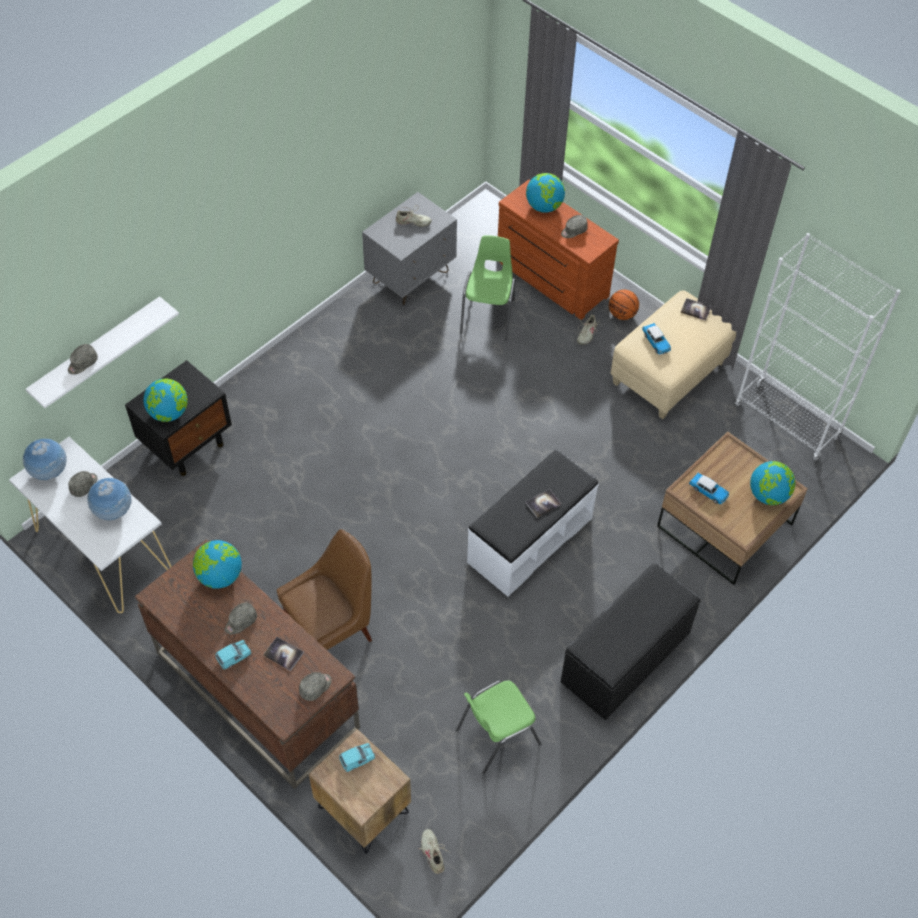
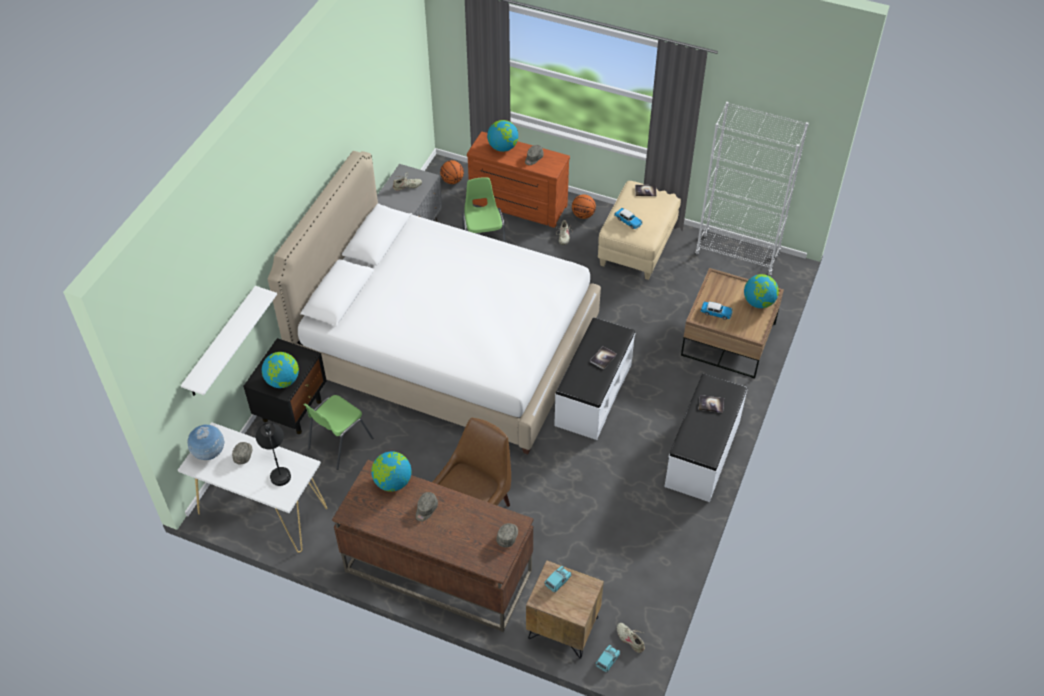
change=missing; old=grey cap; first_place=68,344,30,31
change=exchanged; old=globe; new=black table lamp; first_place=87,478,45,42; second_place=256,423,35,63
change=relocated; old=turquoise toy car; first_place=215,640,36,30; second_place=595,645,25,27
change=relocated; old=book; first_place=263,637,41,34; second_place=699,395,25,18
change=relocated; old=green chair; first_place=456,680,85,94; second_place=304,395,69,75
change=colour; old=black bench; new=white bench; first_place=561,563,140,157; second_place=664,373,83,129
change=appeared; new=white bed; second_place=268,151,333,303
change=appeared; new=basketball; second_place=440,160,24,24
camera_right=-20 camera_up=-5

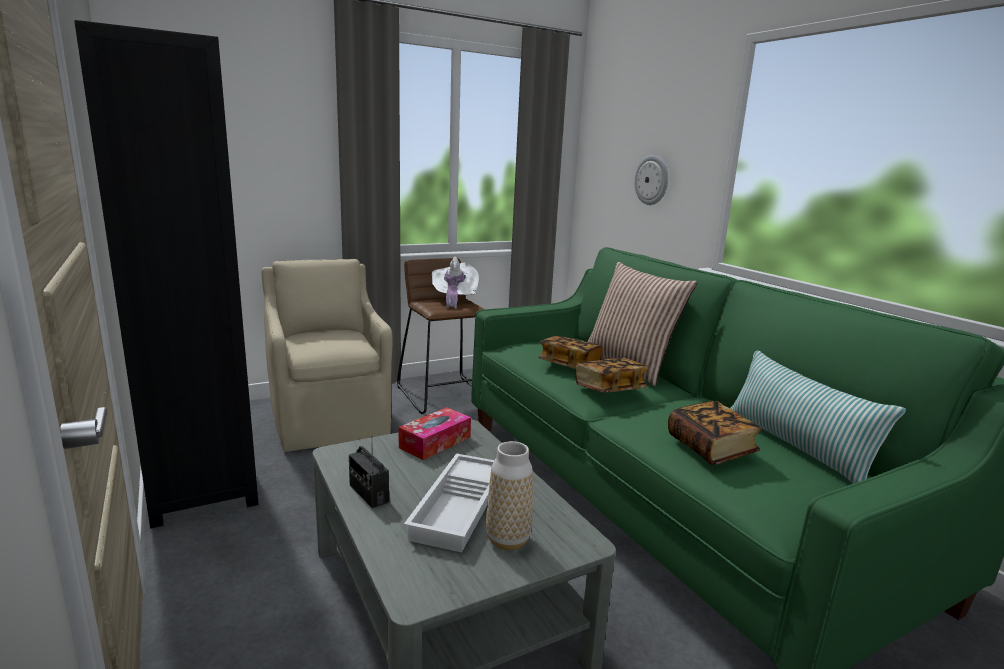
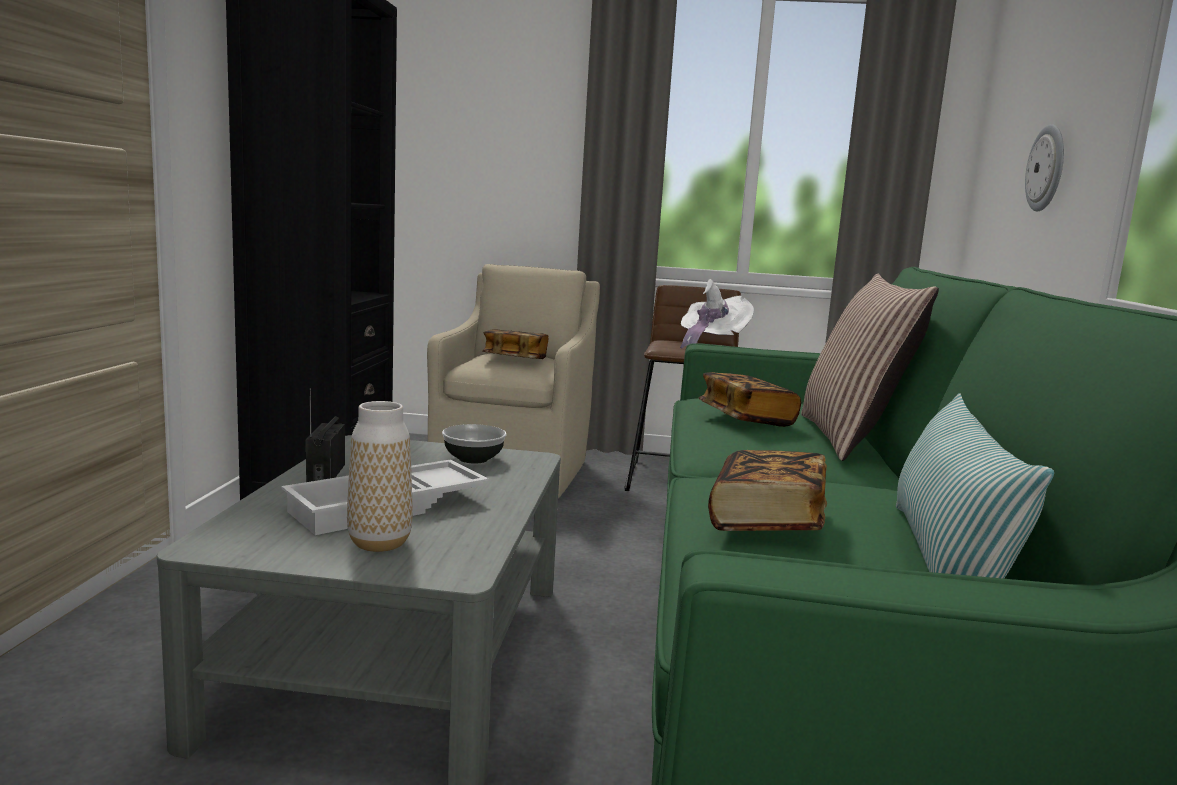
change=exchanged; old=tissue box; new=bowl; first_place=399,407,72,53; second_place=442,424,65,40
change=relocated; old=book; first_place=575,357,74,36; second_place=482,329,66,30
camera_right=35 camera_up=-5

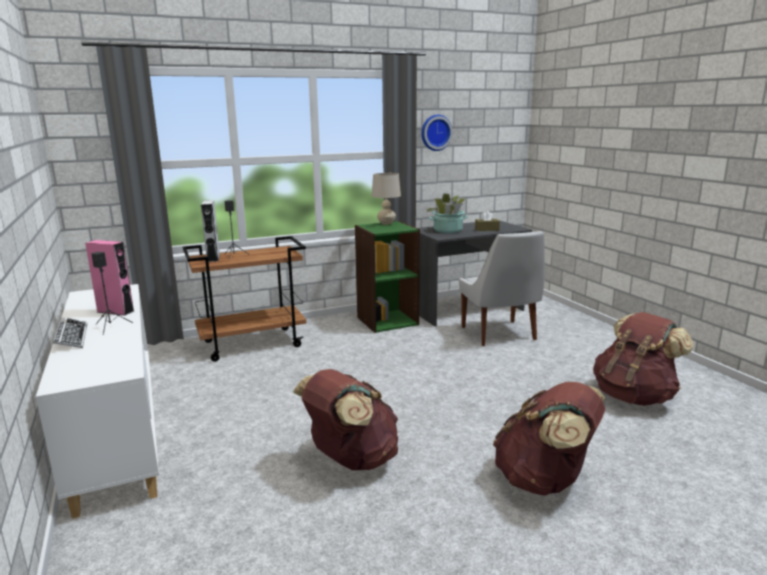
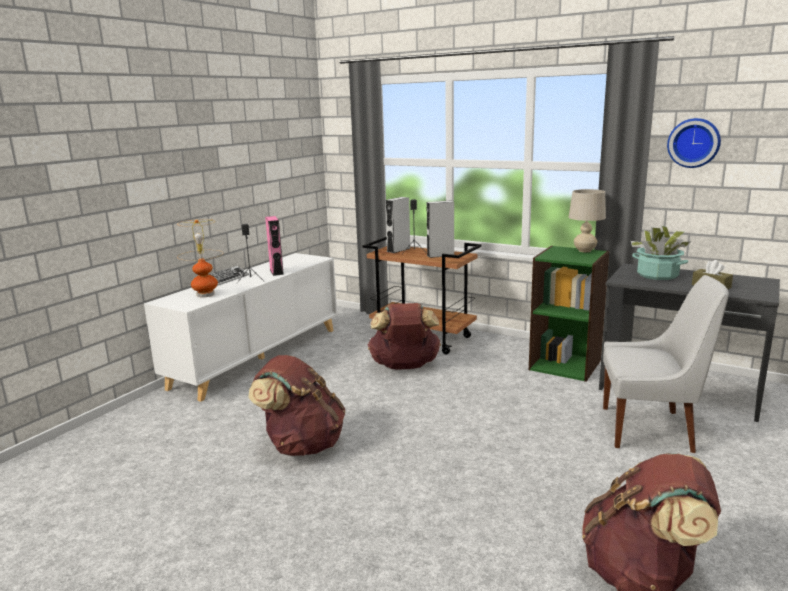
change=spun; old=white chair; first_place=459,231,86,115; second_place=603,275,126,178; degrees=-120
change=relocated; old=brown backpack; first_place=493,382,113,114; second_place=368,303,73,67
change=appeared; new=table lamp; second_place=177,219,46,79
change=appeared; new=grey speaker; second_place=426,200,28,58
camera_right=55 camera_up=0

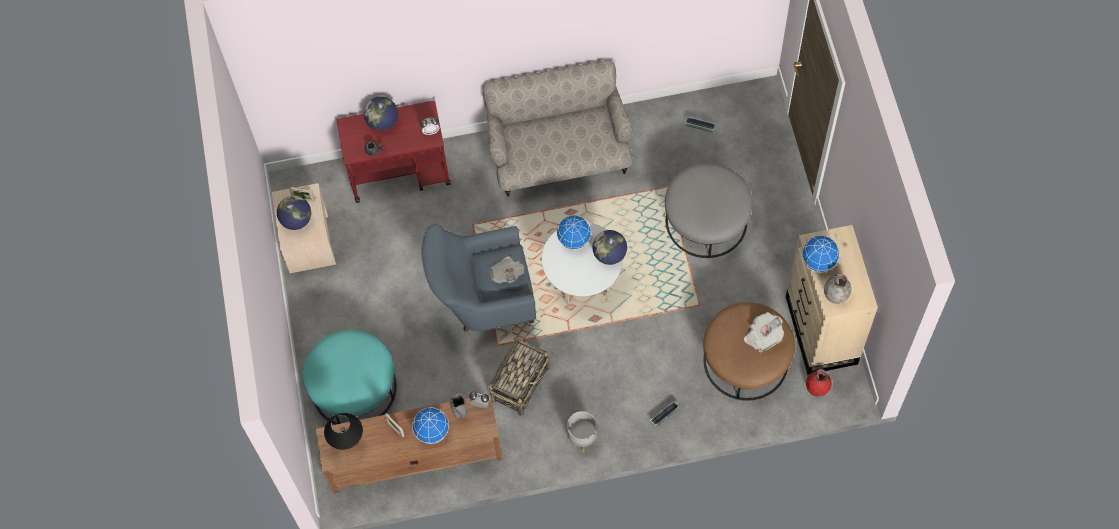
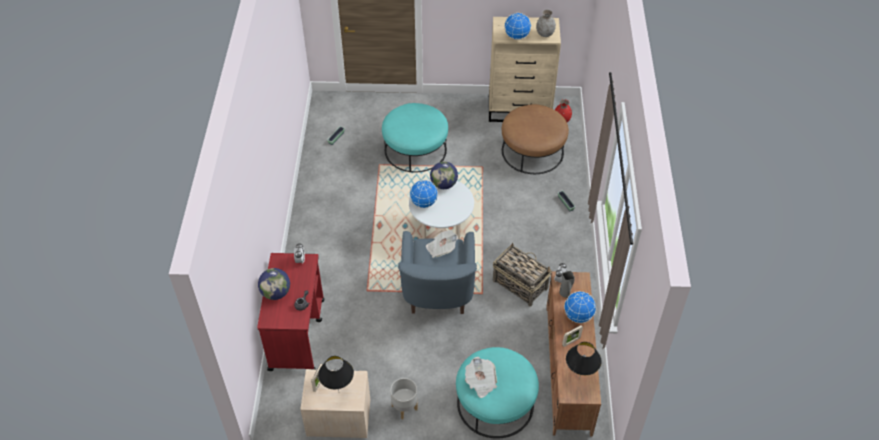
change=exchanged; old=globe; new=black table lamp; first_place=277,196,34,34; second_place=318,356,36,35
change=missing; old=beige sofa; first_place=482,60,151,137
change=relocated; old=grey planter; first_place=567,411,30,42; second_place=390,378,28,41
change=colour; old=grey ottoman; new=turquoise ottoman; first_place=665,163,87,95; second_place=382,103,66,70
change=relocated; old=newspaper; first_place=744,312,40,40; second_place=465,357,32,41
camera_right=-80 camera_up=-15

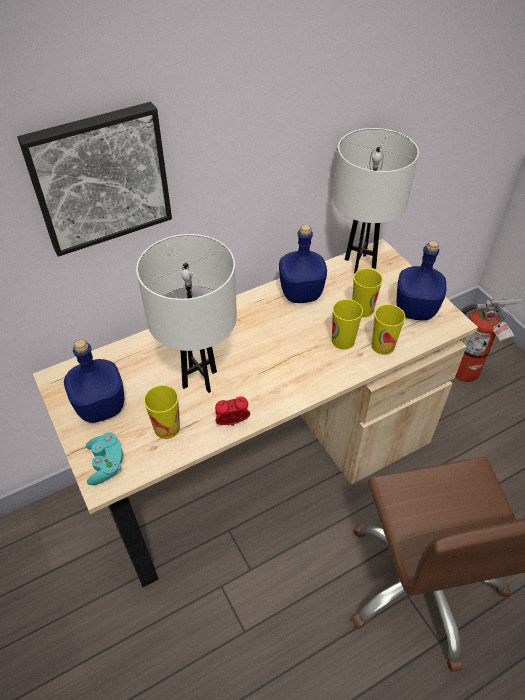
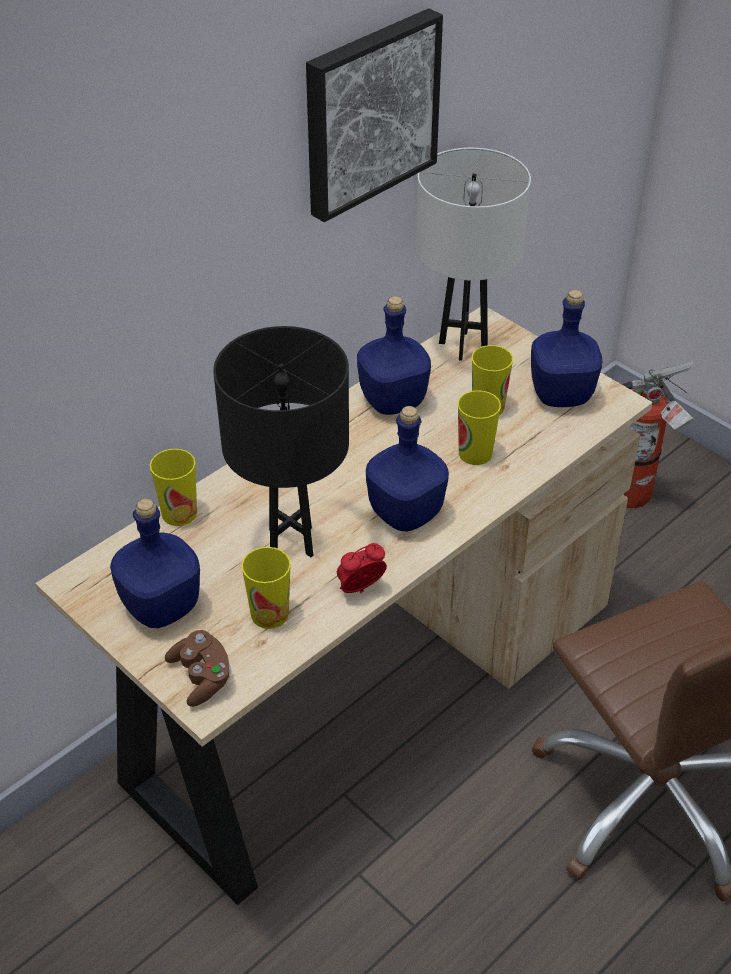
change=relocated; old=picture; first_place=17,102,155,155; second_place=306,8,137,214
change=colour; old=turquoise game controller; new=brown game controller; first_place=86,432,37,53; second_place=165,630,66,77
change=colour; old=white table lamp; new=black table lamp; first_place=136,234,101,159; second_place=213,326,136,231
change=relocated; old=cup; first_place=372,304,33,51; second_place=150,449,47,77
change=appeared; new=blue bottle; second_place=366,406,83,125
camera_right=-15 camera_up=-5

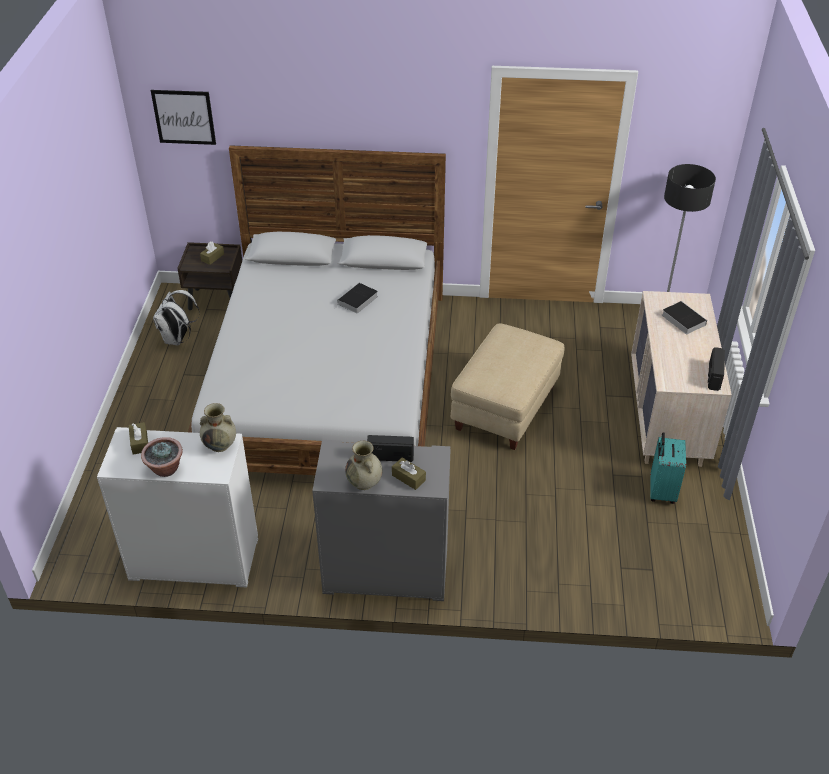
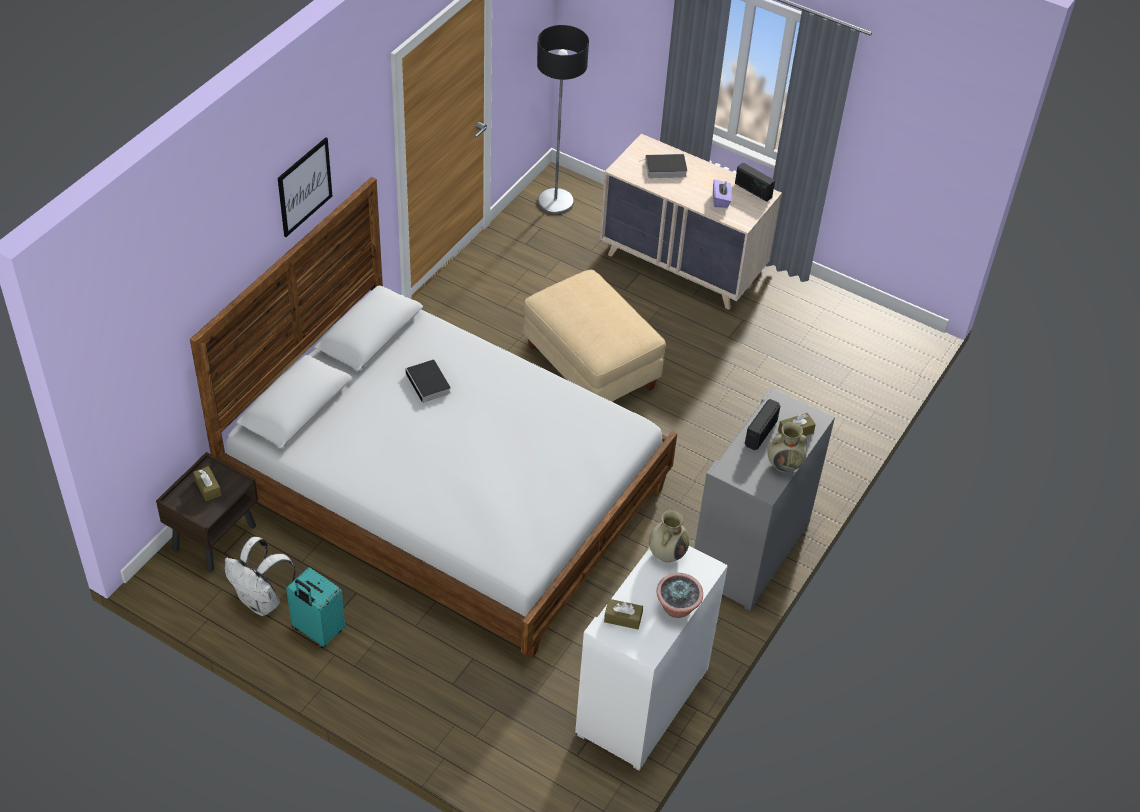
change=relocated; old=picture; first_place=151,90,65,55; second_place=278,137,54,100
change=relocated; old=turquoise suitcase; first_place=650,432,36,72; second_place=286,567,59,81
change=appeared; new=purple tissue box; second_place=713,179,19,29
camera_right=-65 camera_up=5

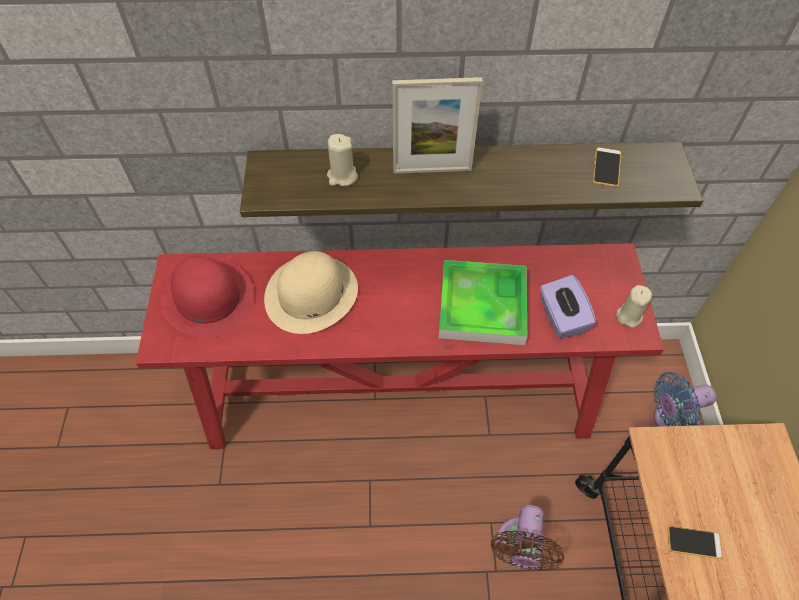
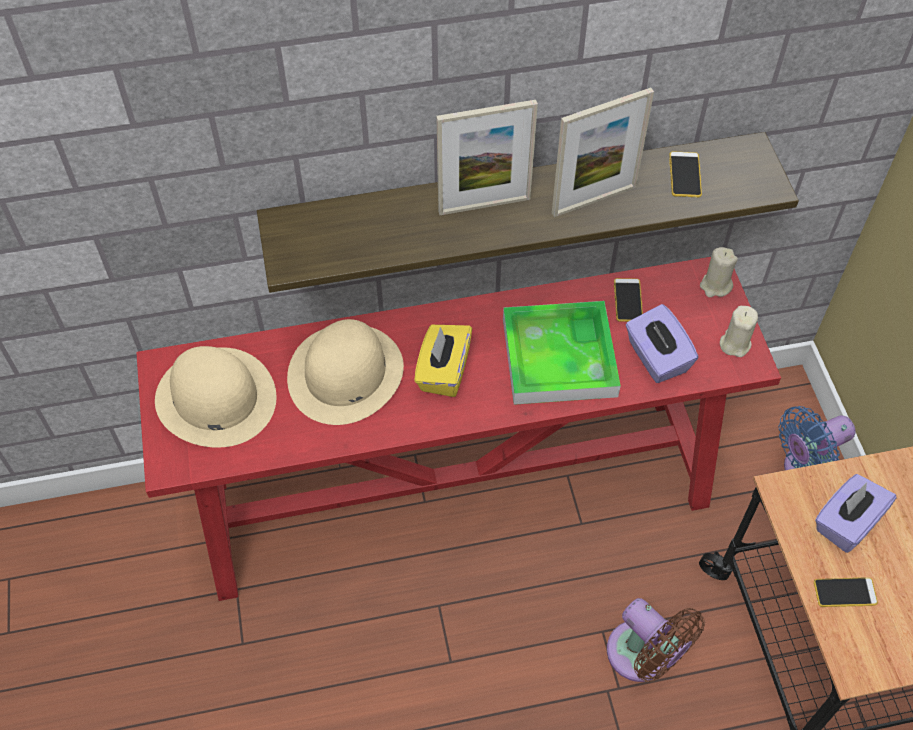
change=colour; old=red hat; new=beige hat; first_place=160,256,95,82; second_place=155,346,121,102
change=relocated; old=beige candle; first_place=327,134,31,52; second_place=700,247,38,50
change=spun; old=brown fan; first_place=491,505,73,66; second_place=607,598,98,84; degrees=-45
change=appeared; new=yellow tissue box; second_place=414,325,58,72
change=appeared; new=picture frame; second_place=552,88,102,129
change=appeared; new=phone; second_place=614,278,29,44
change=appeared; new=purple tissue box; second_place=815,474,81,79
camera_right=-10 camera_up=0

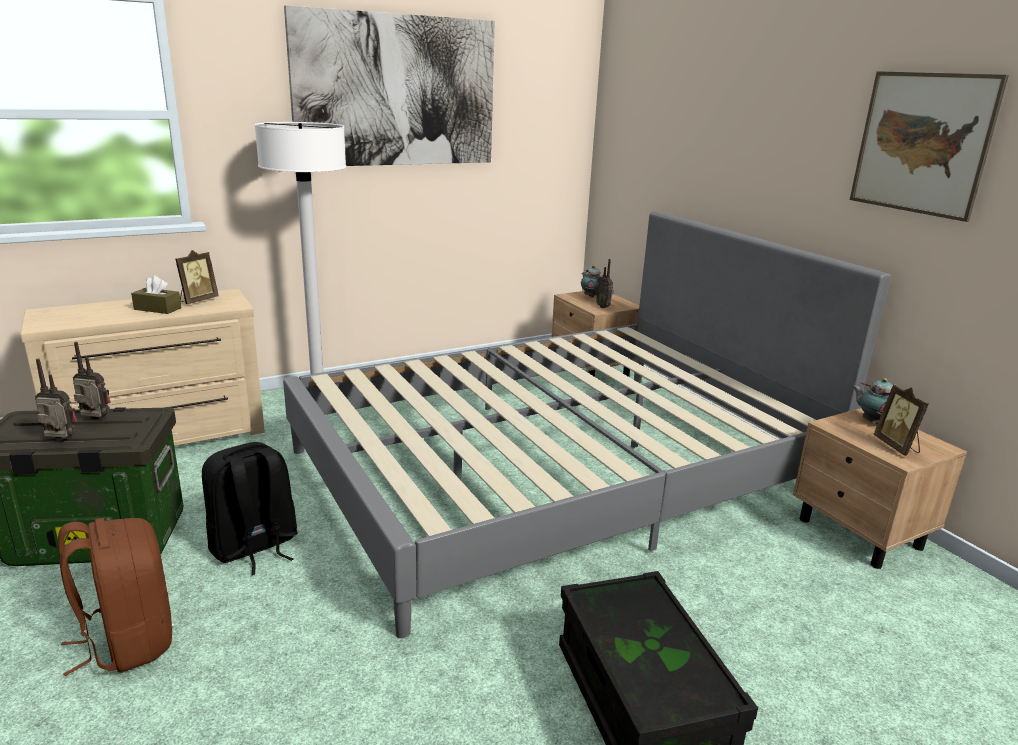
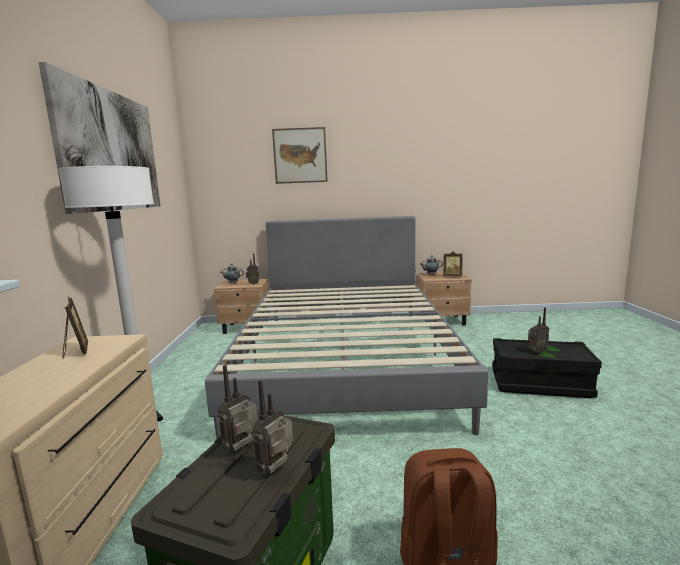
change=missing; old=brown tissue box; first_place=131,276,50,38
change=missing; old=black backpack; first_place=202,442,96,133
change=relocated; old=picture; first_place=850,71,159,151; second_place=272,127,56,57
change=appeared; new=radio; second_place=528,307,21,46
camera_right=-60 camera_up=-10

